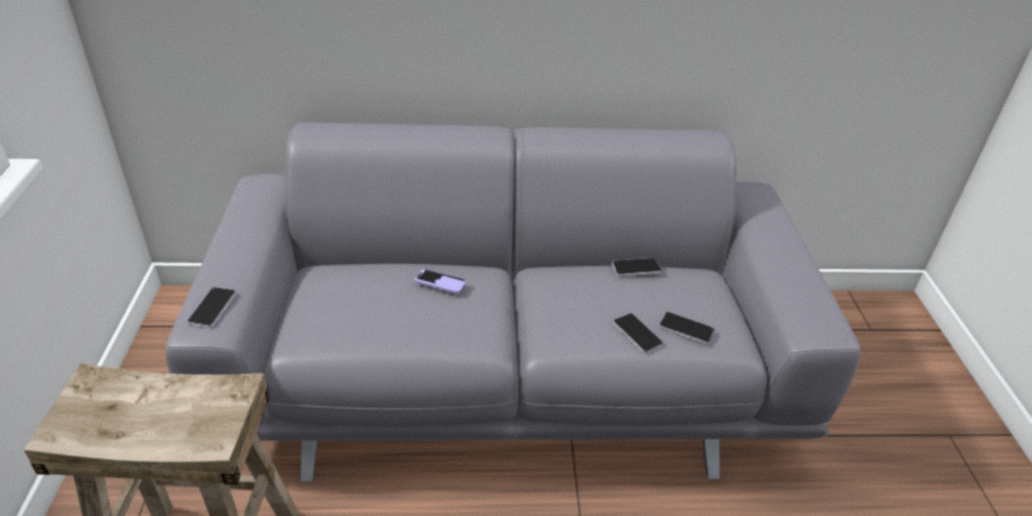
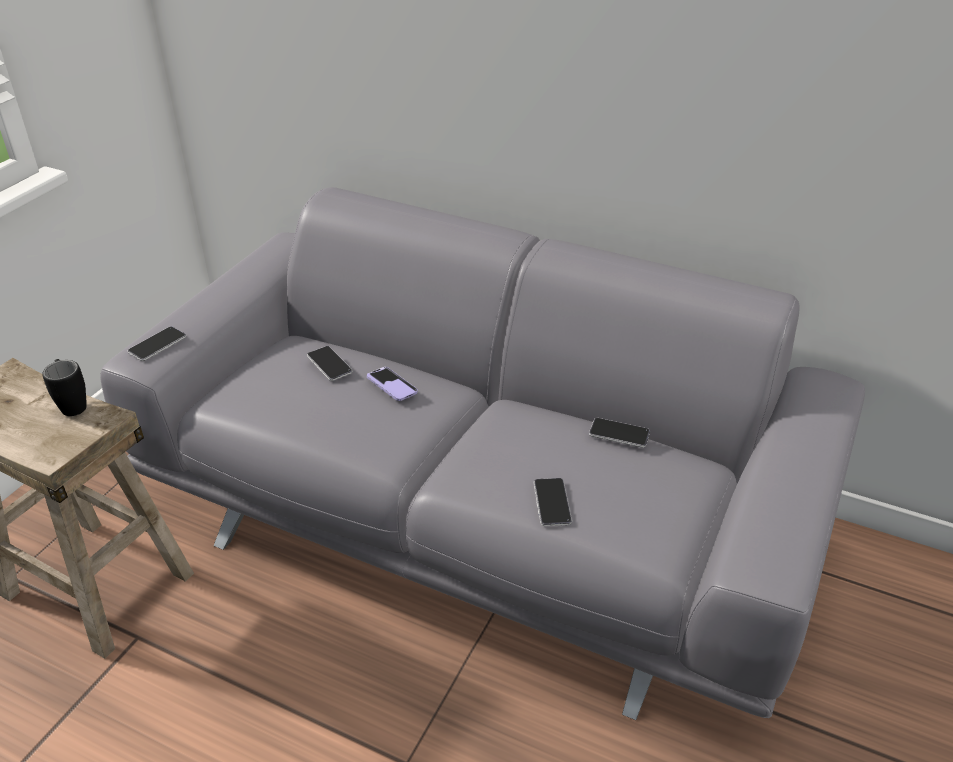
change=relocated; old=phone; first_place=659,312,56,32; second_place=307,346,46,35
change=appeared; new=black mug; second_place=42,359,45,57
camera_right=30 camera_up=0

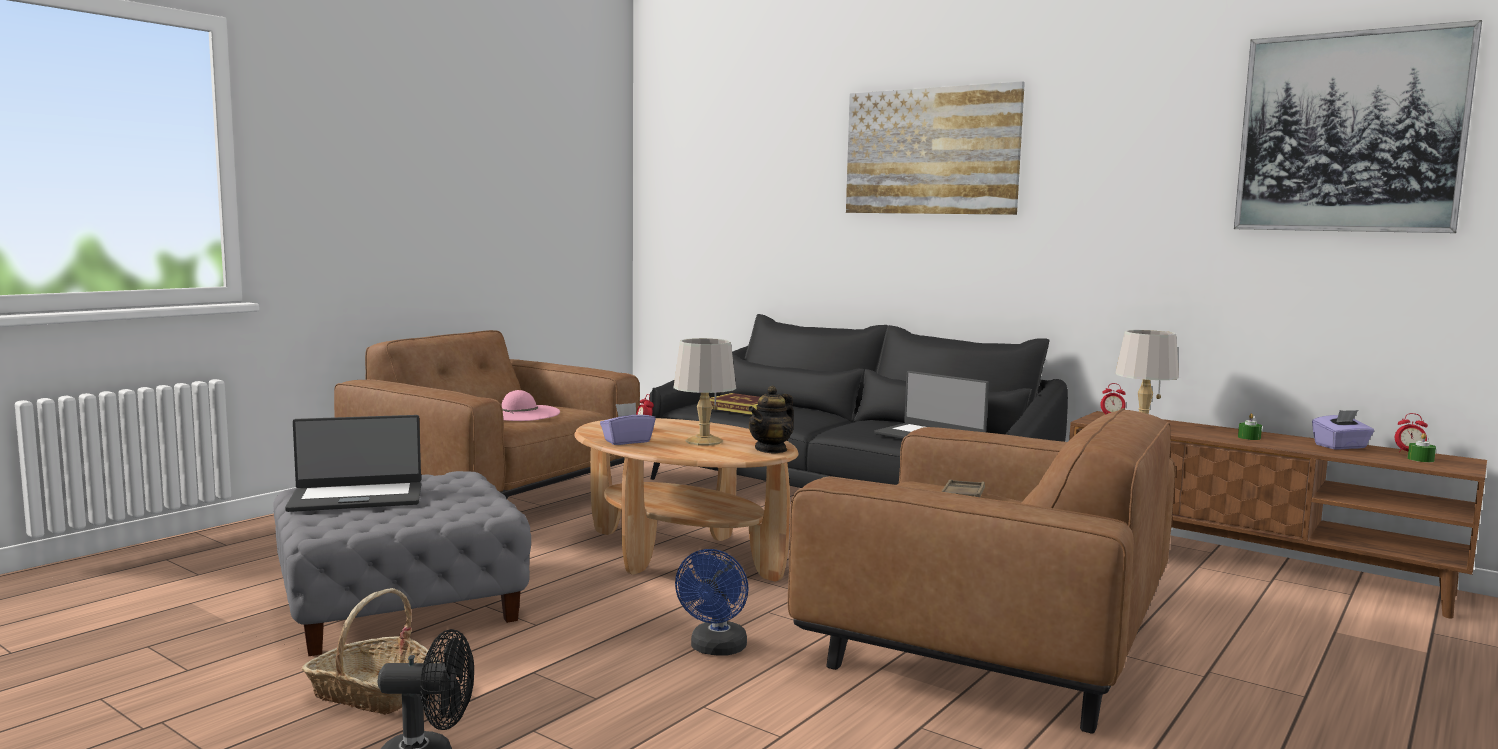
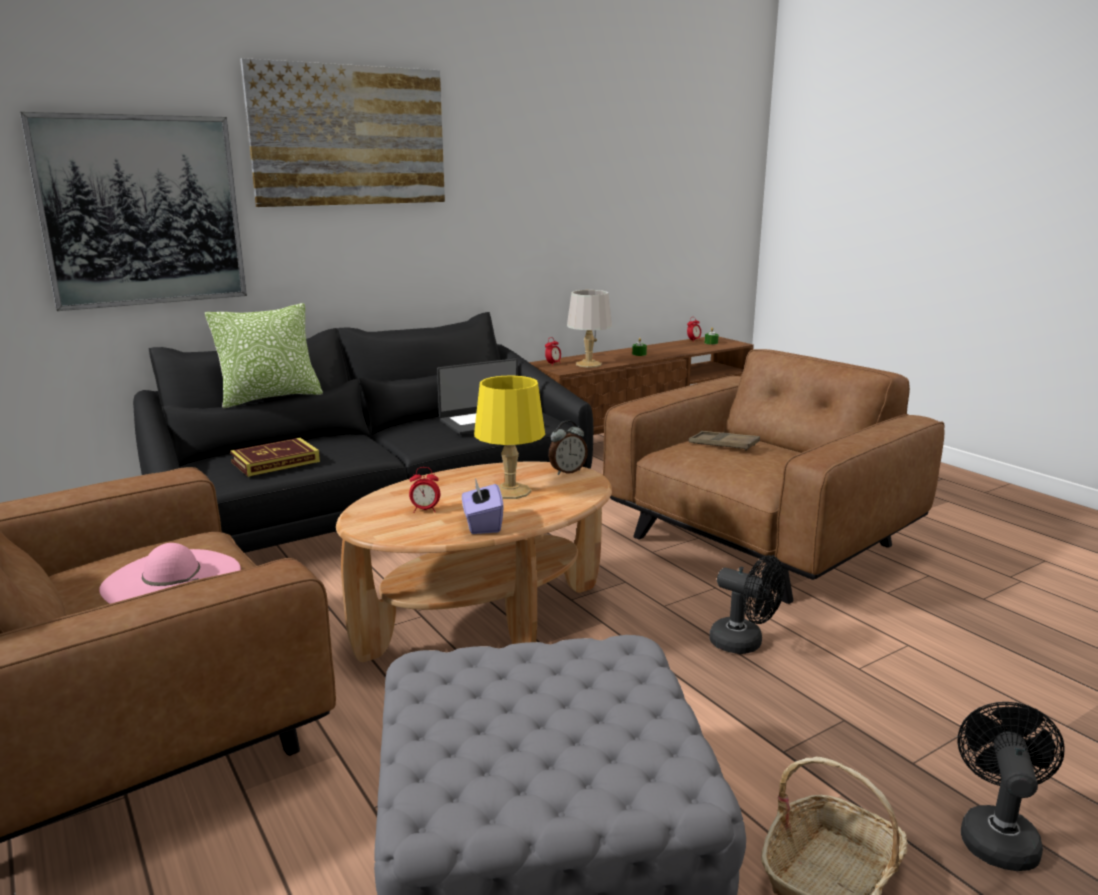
change=missing; old=laptop; first_place=285,415,136,97
change=colour; old=grey table lamp; new=yellow table lamp; first_place=674,338,62,108; second_place=474,375,71,124
change=colour; old=blue fan; new=black fan; first_place=675,549,74,107; second_place=709,555,76,99
change=exchanged; old=teapot; new=alarm clock; first_place=748,385,46,69; second_place=548,421,40,54
change=relocated; old=picture; first_place=1234,20,248,213; second_place=20,112,227,199
change=missing; old=purple tissue box; first_place=1312,410,62,40
change=appeared; new=pillow; second_place=205,303,118,105
camera_right=-70 camera_up=10

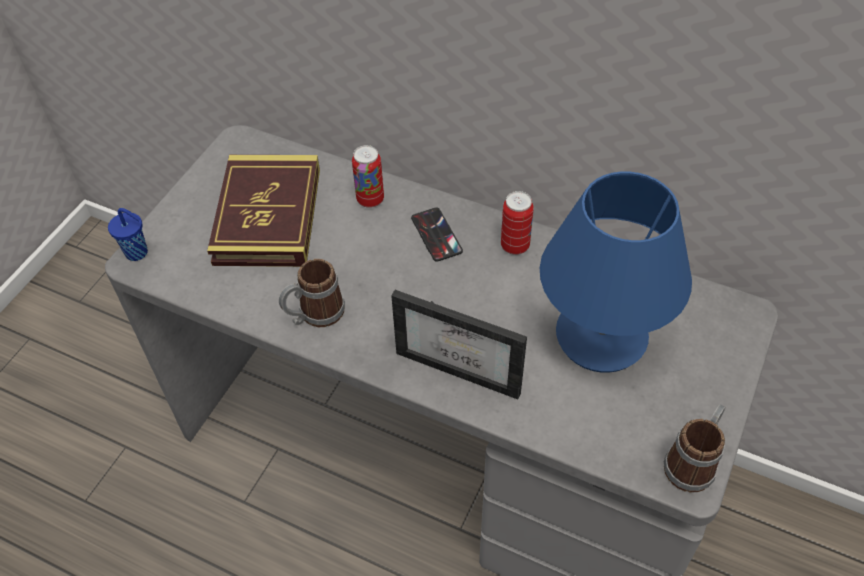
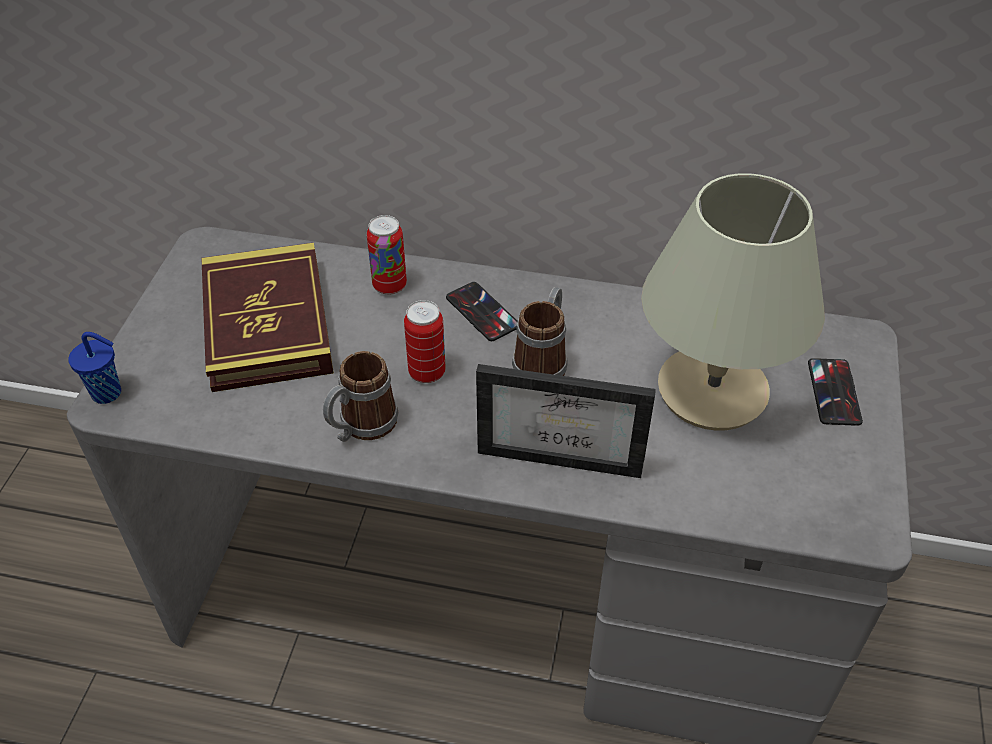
change=relocated; old=can; first_place=501,191,33,64; second_place=404,300,42,83
change=colour; old=blue table lamp; new=beige table lamp; first_place=540,172,152,201; second_place=641,173,184,258
change=relocated; old=mug; first_place=664,404,62,88; second_place=512,287,56,89
change=appeared; new=phone; second_place=808,358,55,68
camera_right=-15 camera_up=-5

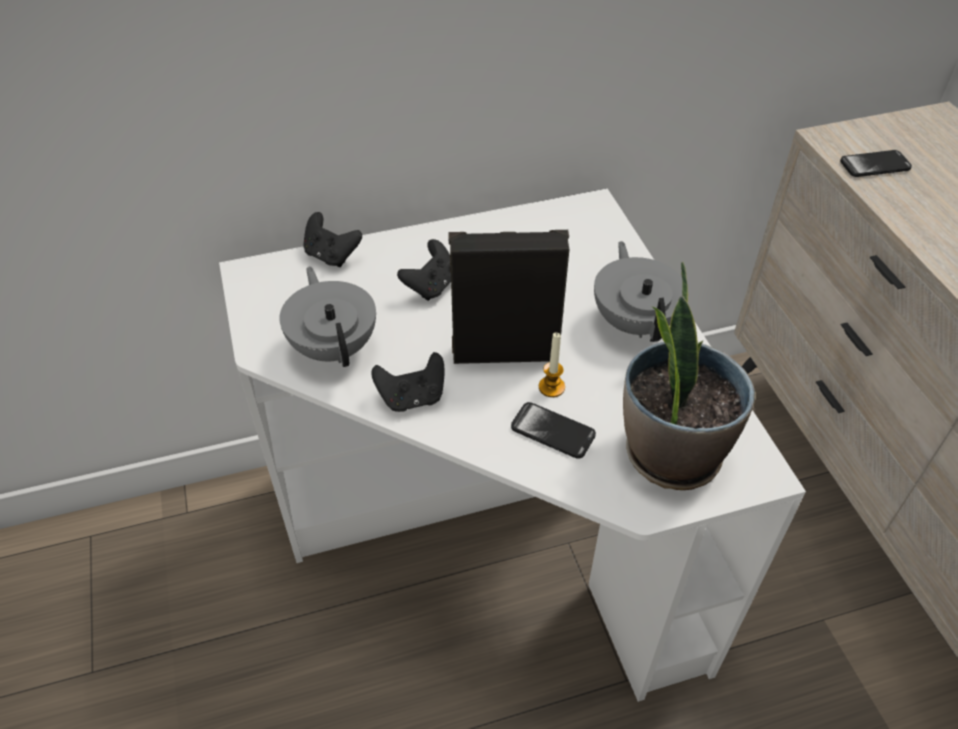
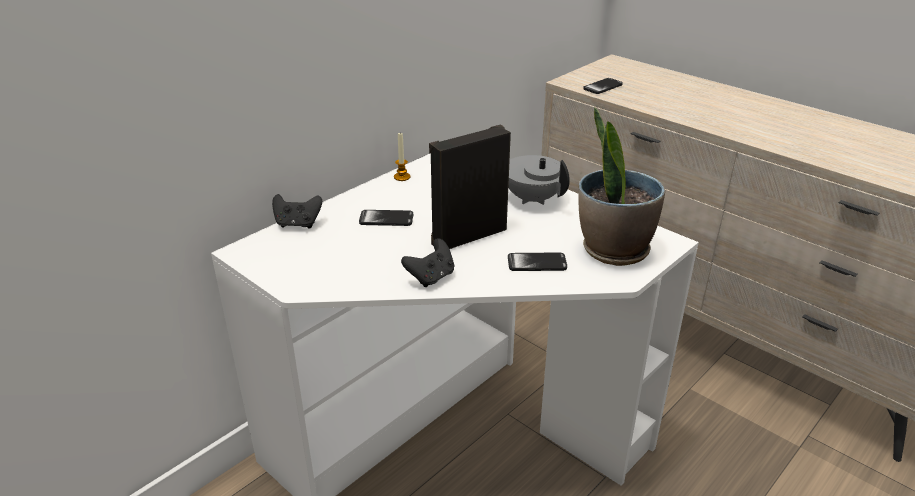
change=missing; old=grey teapot; first_place=279,267,97,100
change=exchanged; old=black game controller; new=phone; first_place=397,239,54,62; second_place=359,210,54,16
change=relocated; old=candle; first_place=539,332,26,65; second_place=394,133,16,48
camera_right=-30 camera_up=-15

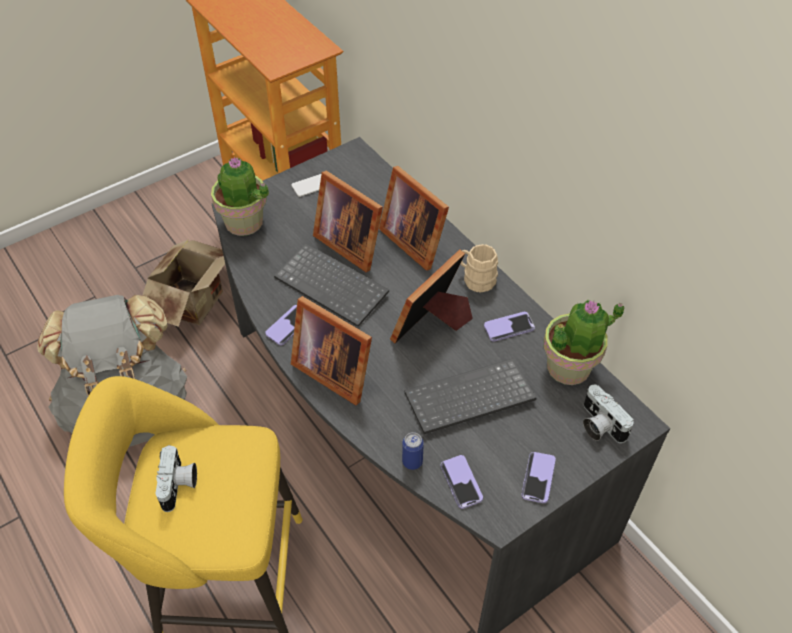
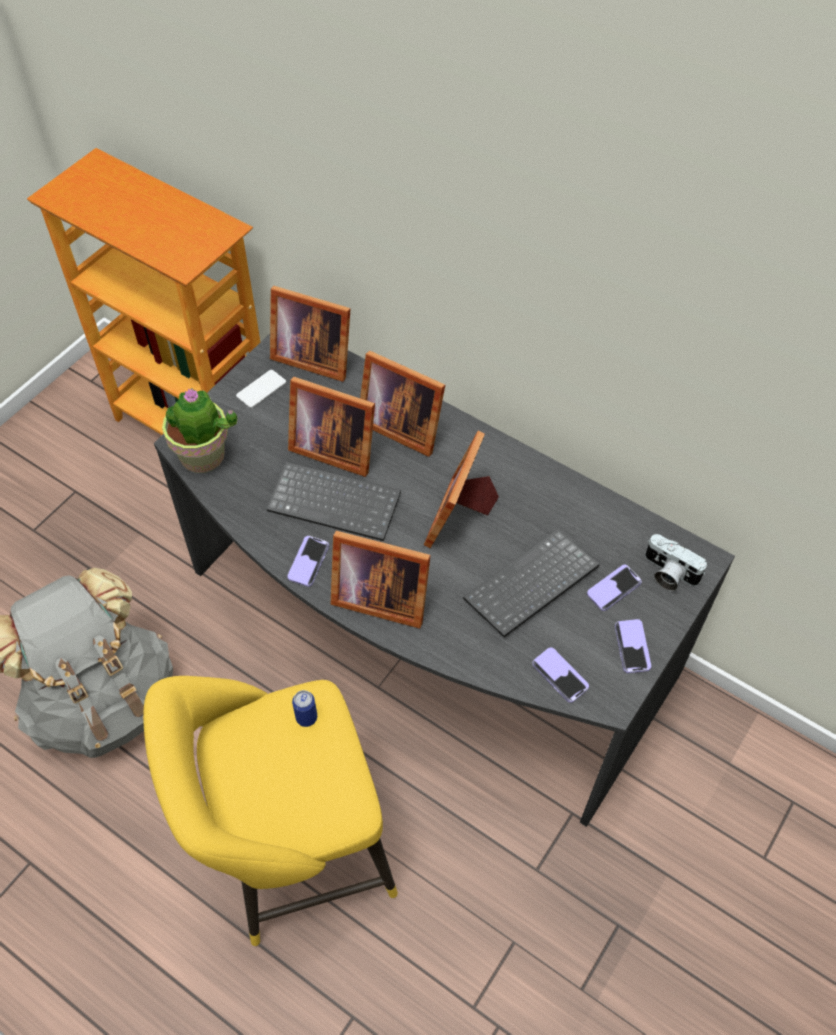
change=missing; old=cardboard box; first_place=143,239,82,88
change=missing; old=photo camera; first_place=155,445,42,67
change=relocated; old=can; first_place=402,432,22,38; second_place=292,690,25,37
change=missing; old=beige mug; first_place=460,244,38,49
change=relocated; old=phone; first_place=484,312,51,30; second_place=587,564,55,47
change=missing; old=potted plant; first_place=543,300,82,85
change=appeared; new=picture frame; second_place=270,286,81,96
camera_right=-20 camera_up=5

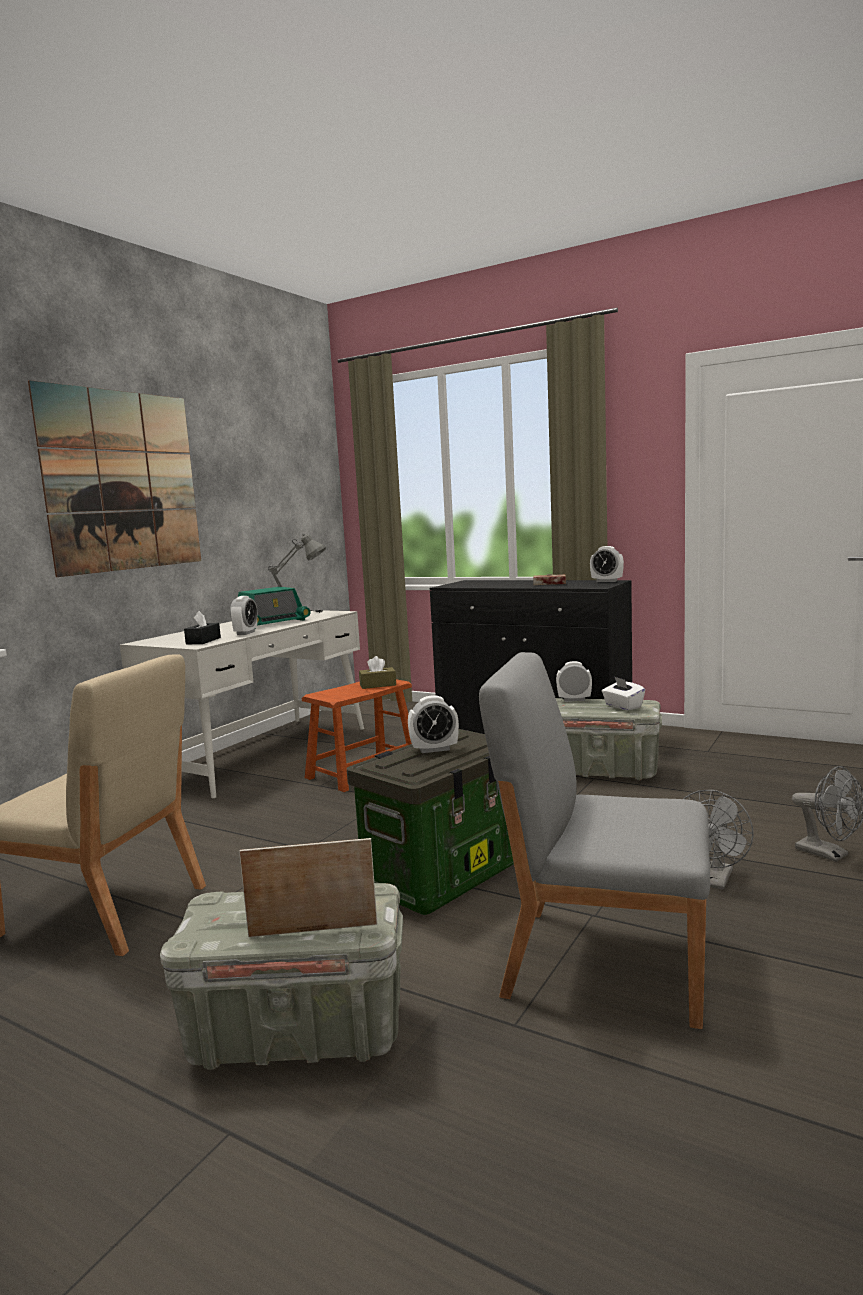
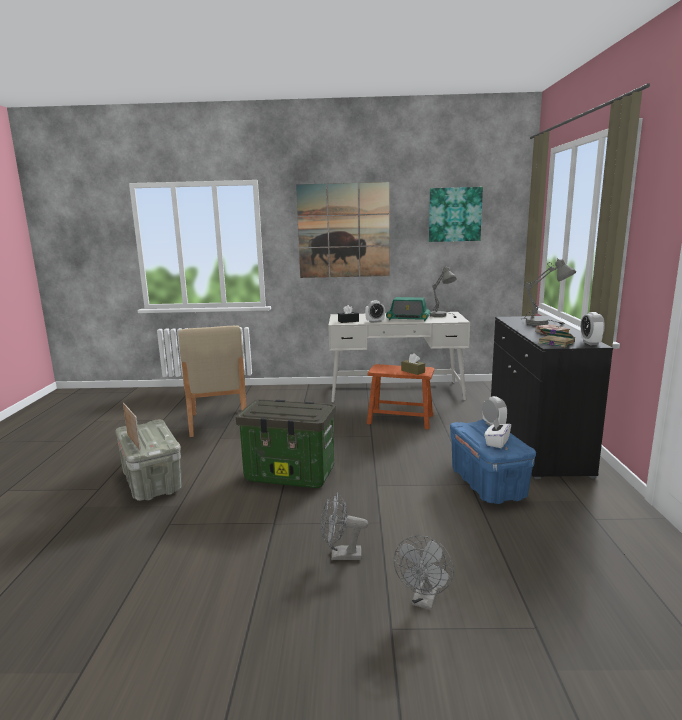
change=missing; old=alarm clock; first_place=408,695,51,58
change=missing; old=grey chair; first_place=479,652,231,377
change=colour; old=grey storage box; new=blue storage box; first_place=556,698,106,82; second_place=450,419,86,85
change=appeared; new=picture; second_place=429,187,54,55
change=appeared; new=grey table lamp; second_place=520,258,56,68
change=appeared; new=book; second_place=538,328,37,19
camera_right=60 camera_up=5

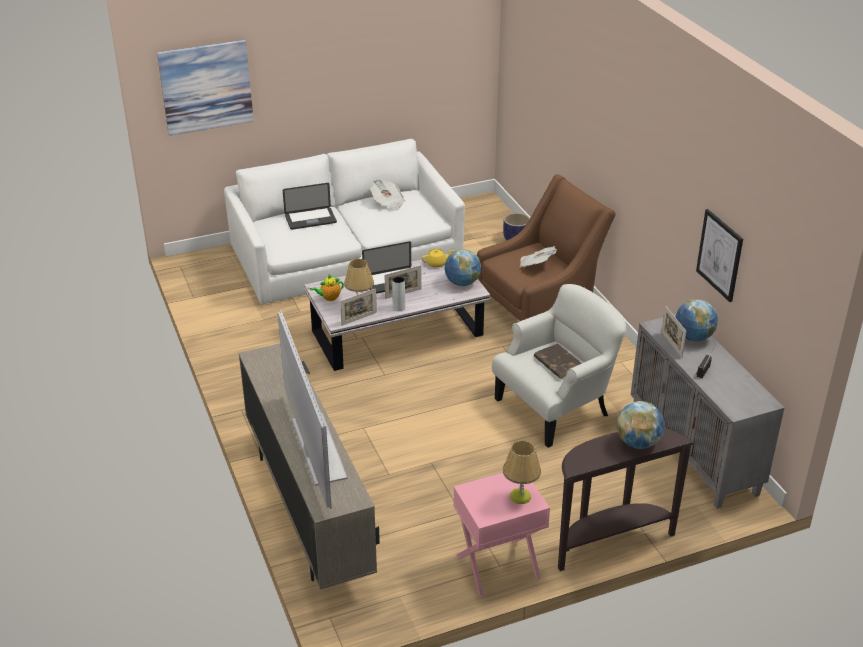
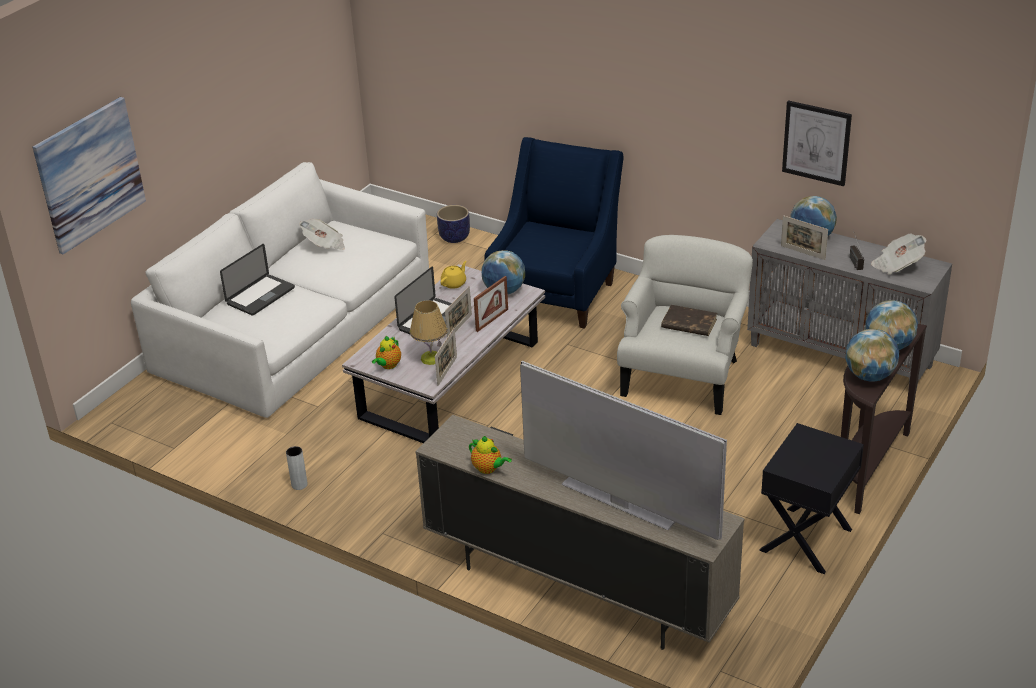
change=relocated; old=grey vase; first_place=392,276,13,35; second_place=286,446,22,44
change=colour; old=pink nightstand; new=black nightstand; first_place=453,473,97,124; second_place=759,423,105,151
change=colour; old=brown armchair; new=blue armchair; first_place=477,174,139,147; second_place=485,137,138,192
change=missing; old=table lamp; first_place=503,441,38,63
change=relocated; old=newspaper; first_place=520,246,37,21; second_place=871,233,56,42
change=appeared; new=teapot; second_place=469,436,43,38
change=appeared; new=picture frame; second_place=474,276,34,56
change=appeared; new=globe; second_place=845,329,54,52
camera_right=-35 camera_up=0

